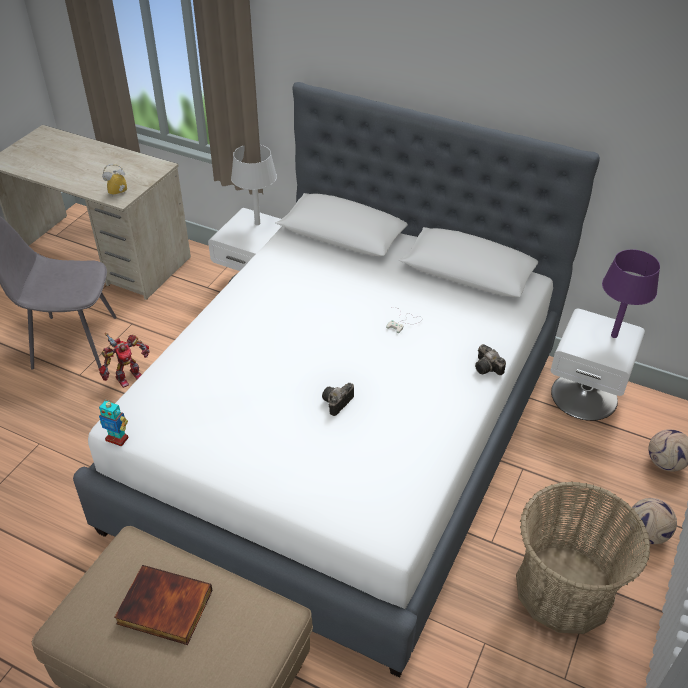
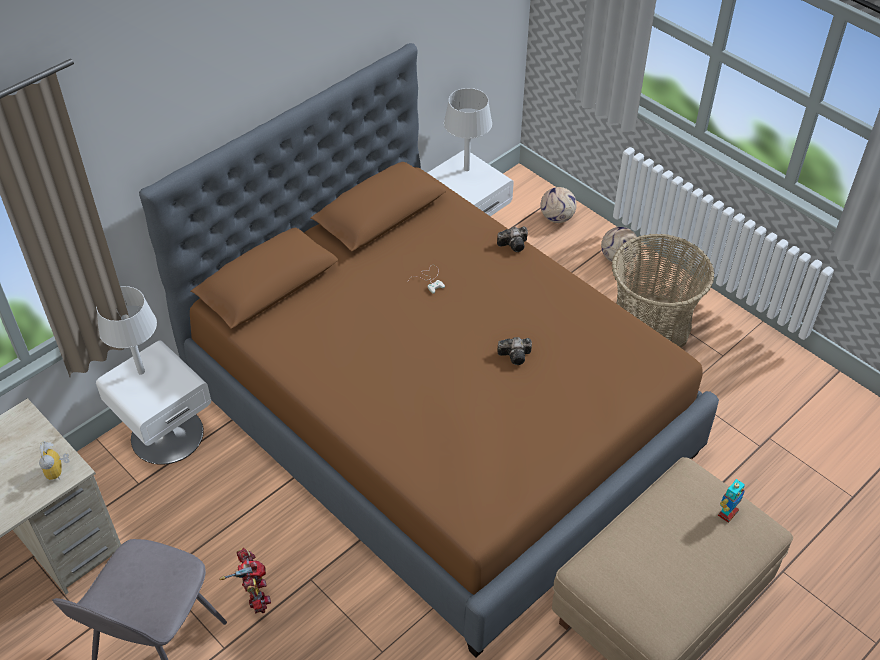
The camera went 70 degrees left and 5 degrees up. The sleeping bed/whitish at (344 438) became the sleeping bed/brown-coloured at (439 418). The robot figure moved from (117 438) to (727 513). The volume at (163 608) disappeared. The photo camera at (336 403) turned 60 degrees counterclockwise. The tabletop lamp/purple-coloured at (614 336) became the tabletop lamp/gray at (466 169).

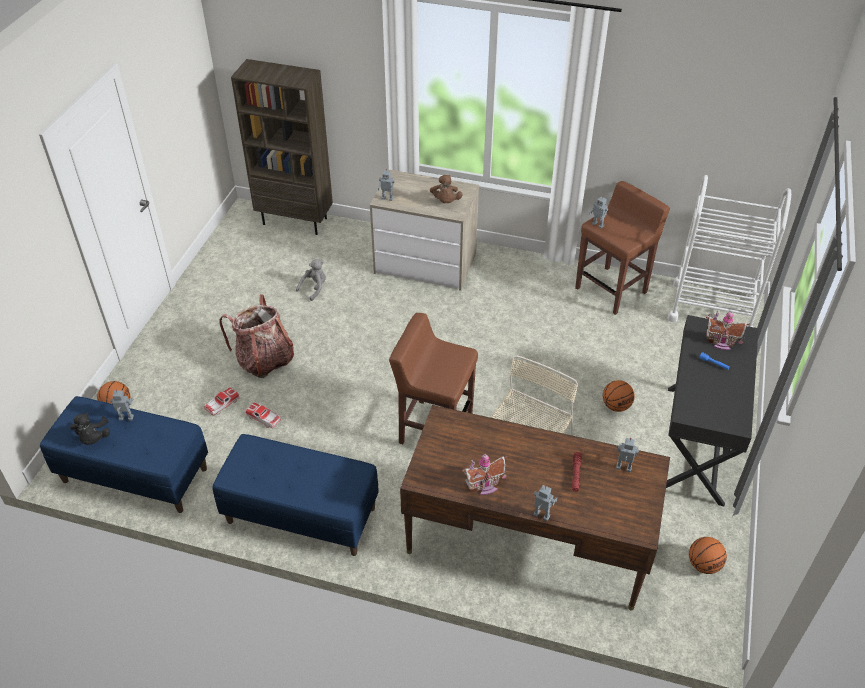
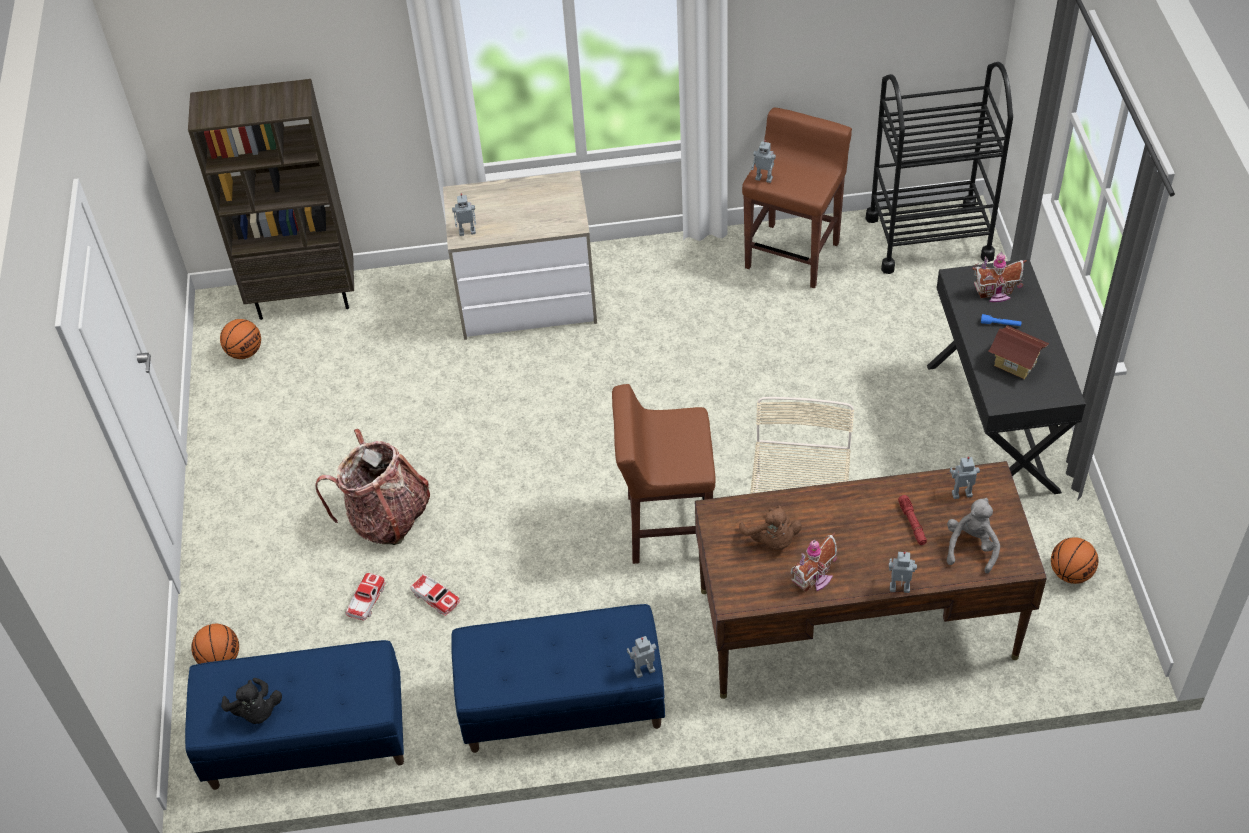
The camera went 20 degrees left and 5 degrees up. The robot figure moved from (126 418) to (645 672). The toy car at (264 418) turned 150 degrees counterclockwise. The cuddly toy/gray moved from (314 288) to (971 547). The cuddly toy/brown-coloured moved from (445 201) to (772 540). The ball for basketball moved from (616 406) to (244 352). The cart/whitish at (711 308) became the cart/blackish at (928 237). The miniature house at (1015 363) appeared.

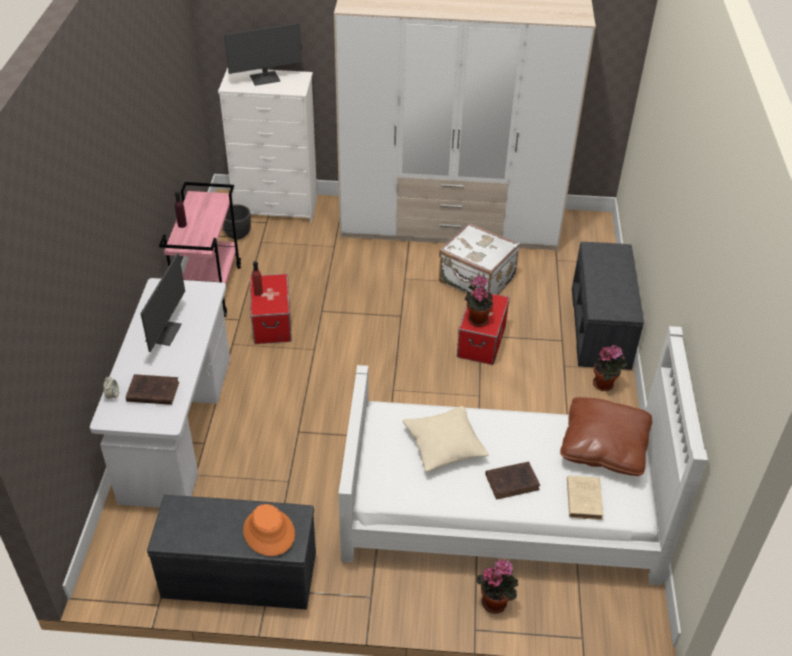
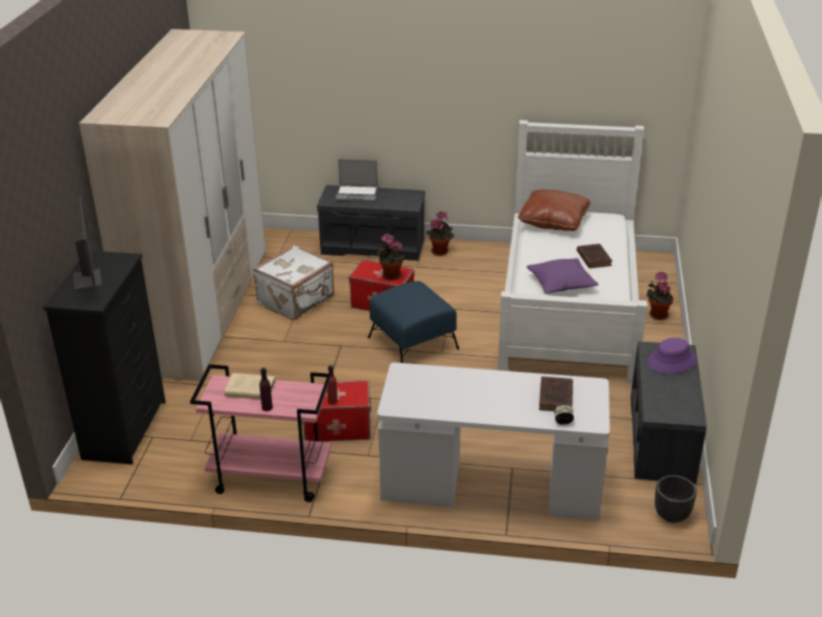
The camera went 85 degrees left and 10 degrees down. The monitor at (164 333) disappeared. The drawer chest/whitish at (276 208) became the drawer chest/blackish at (125 429). The plant pot/blackish moved from (238 234) to (672 515). The hat/orangey at (268 532) became the hat/purple-coloured at (671 361). The throw pillow/beige-coloured at (444 445) became the throw pillow/purple-coloured at (561 284). The volume/beige-coloured moved from (583 498) to (249 389). The laptop at (357 194) appeared. The ottoman/blue-coloured at (413 343) appeared.

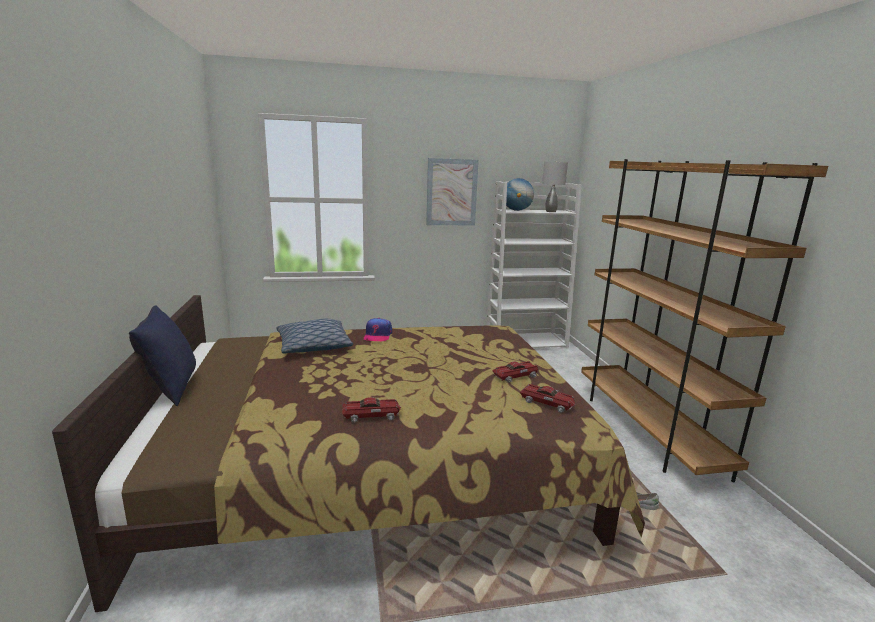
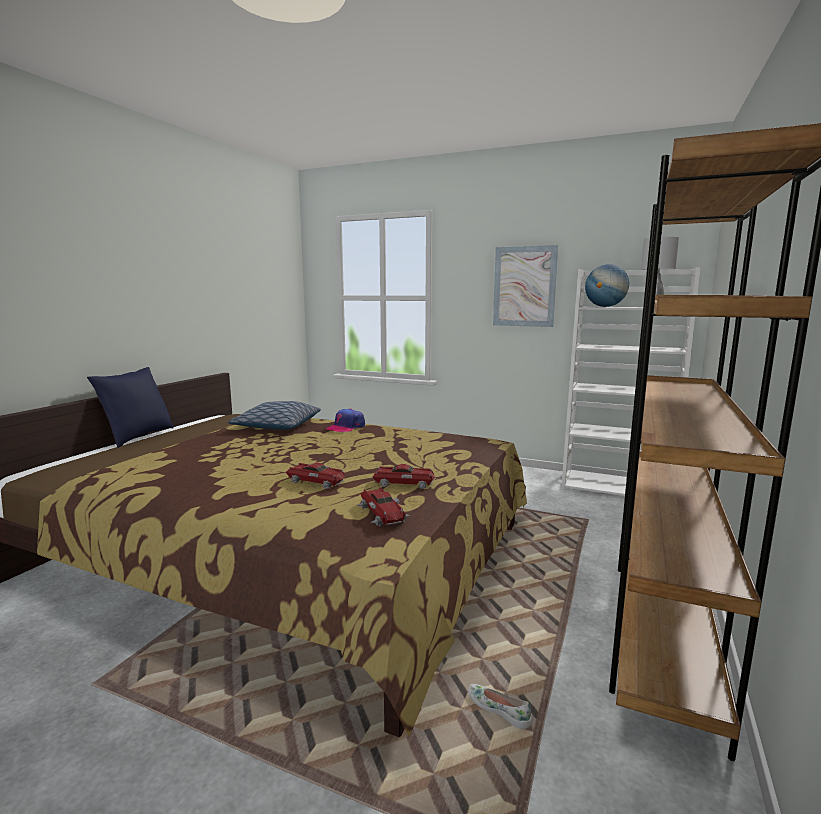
The camera went 35 degrees right and 5 degrees down. The toy car moved from (372 415) to (317 481).

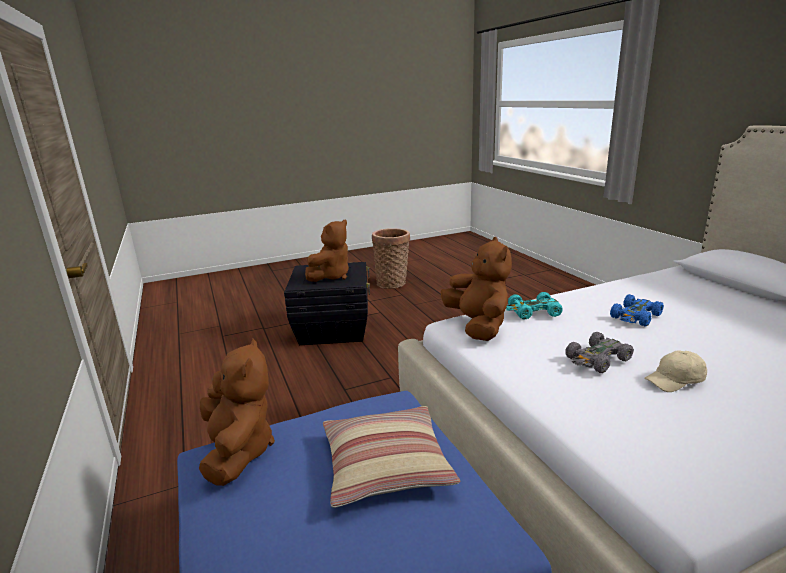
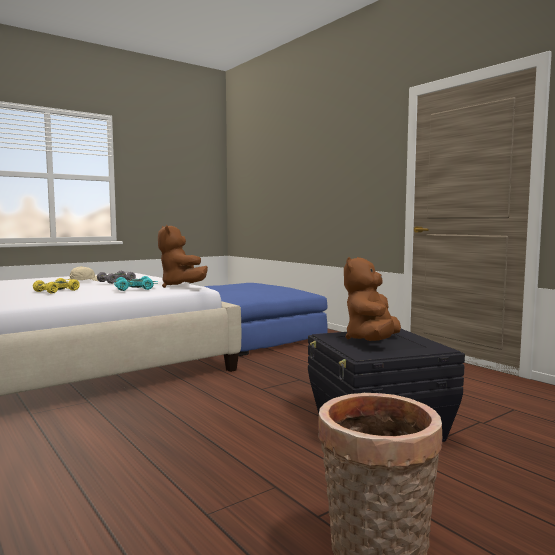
The camera went 165 degrees right and 15 degrees down. The cuddly toy/brown-coloured at (238 452) disappeared. The throw pillow at (386 465) disappeared. The toy car/blue-coloured at (635 317) became the toy car/yellow at (57 291).

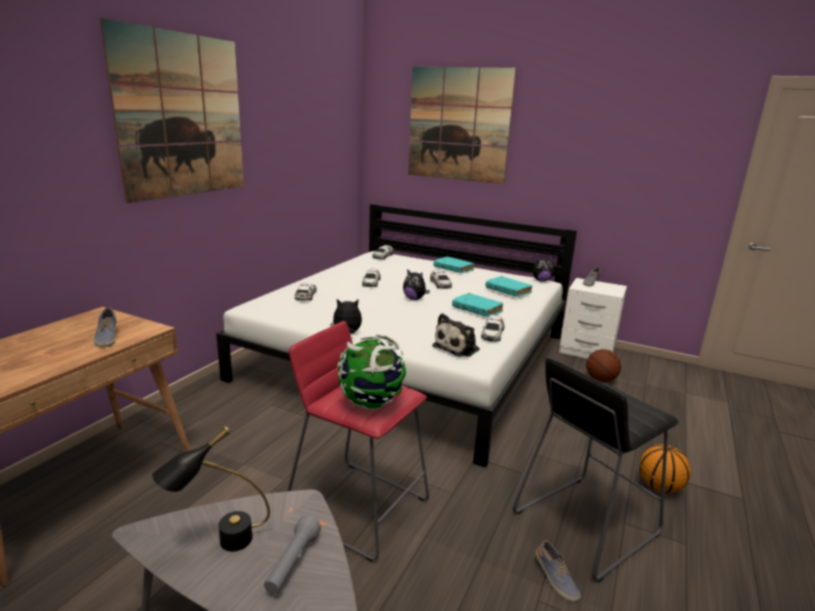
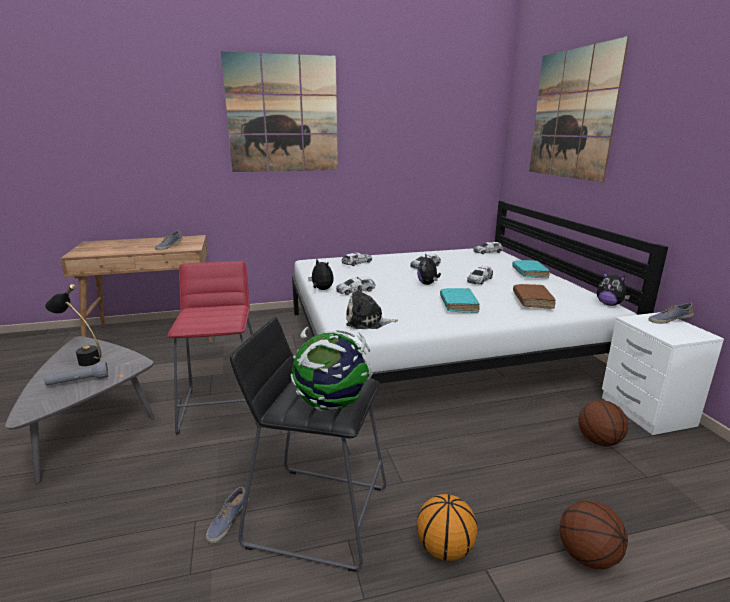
The camera went 50 degrees right and 0 degrees up. The desk globe moved from (371 403) to (332 404). The toy car moved from (492 334) to (355 290). The volume/turquoise-coloured at (508 291) became the volume/brown-coloured at (532 301). The ball for basketball at (586 556) appeared.

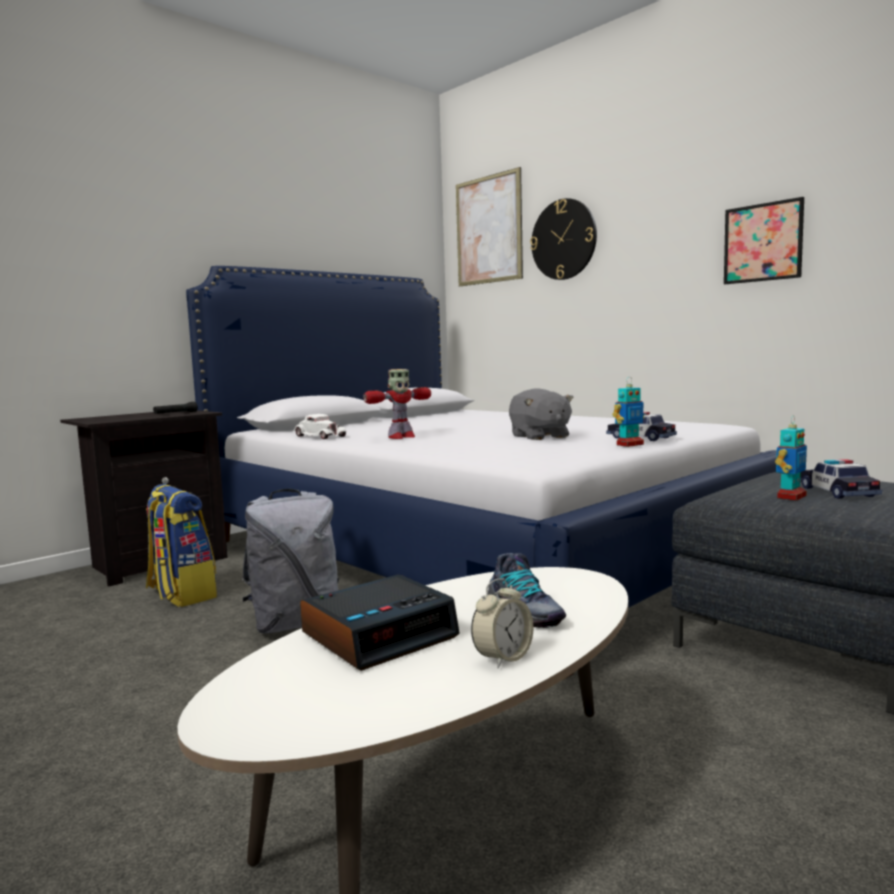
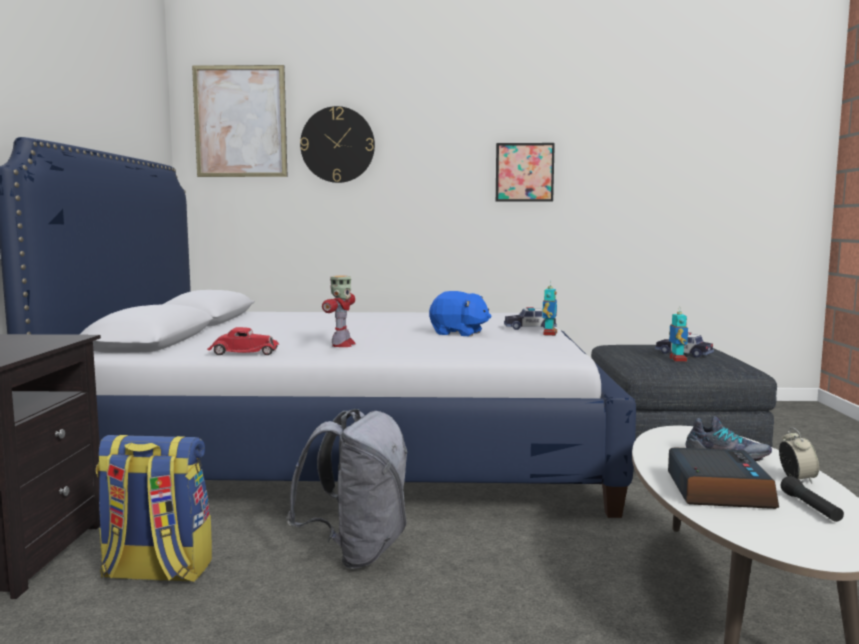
The camera went 45 degrees left and 0 degrees up. The flashlight/blackish moved from (175 413) to (811 508). The toy car/whitish at (319 436) became the toy car/reddish at (243 352). The cuddly toy/gray at (539 437) became the cuddly toy/blue-coloured at (458 333).

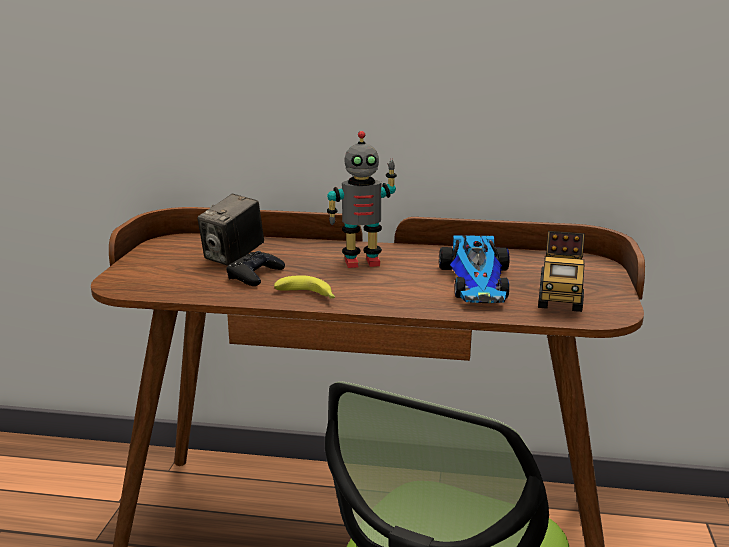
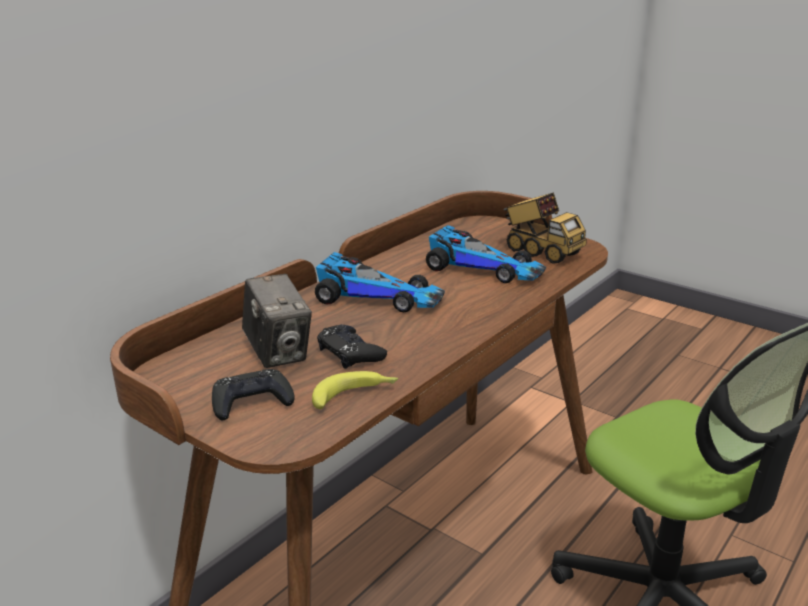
The camera went 60 degrees left and 5 degrees up. The banana moved from (308 296) to (355 396). The robot figure at (361 262) was replaced by the toy car at (377 296). The game controller/blackish at (252 402) appeared.

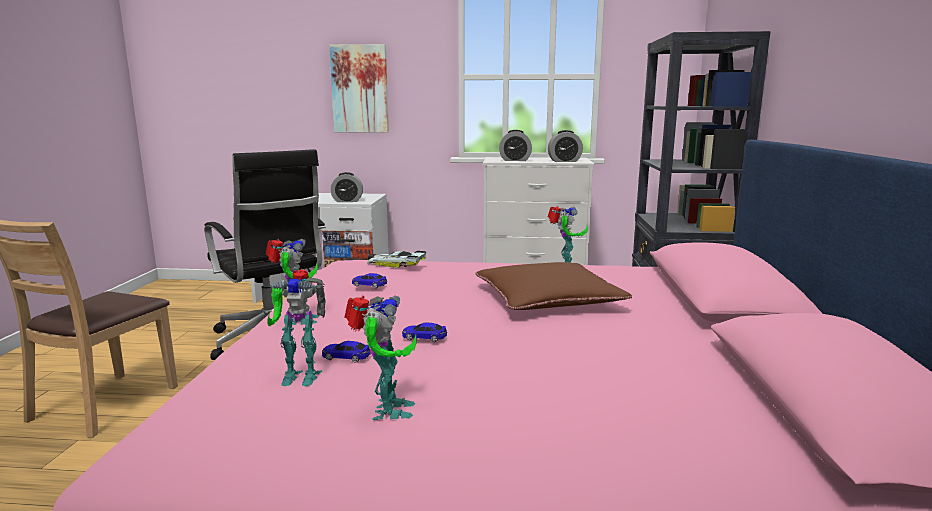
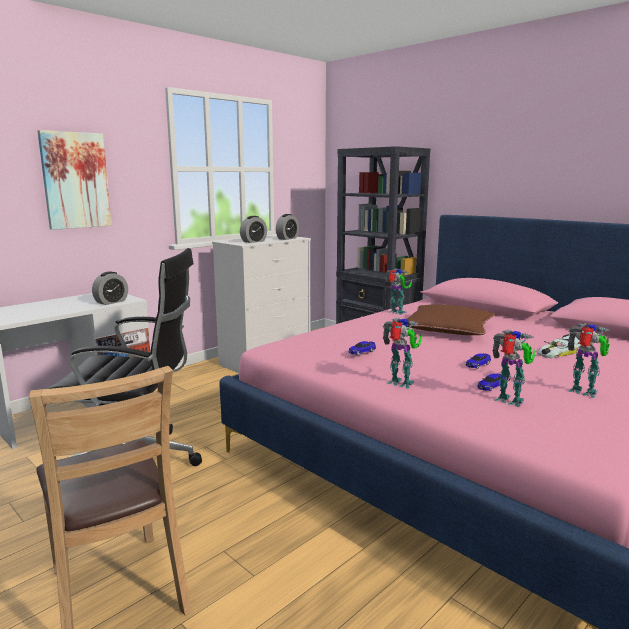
The camera went 50 degrees left and 0 degrees up. The robot figure at (299 375) turned 90 degrees counterclockwise. The toy car moved from (396 263) to (559 351).

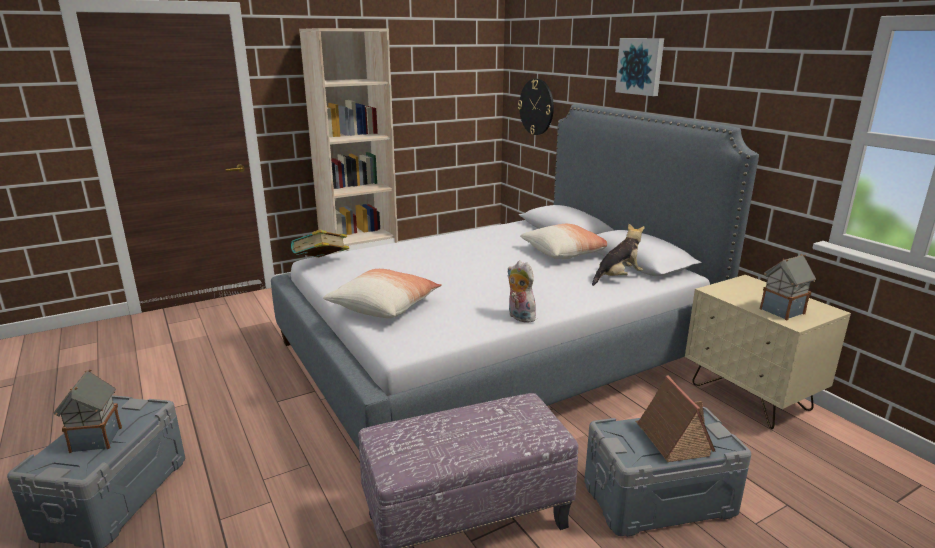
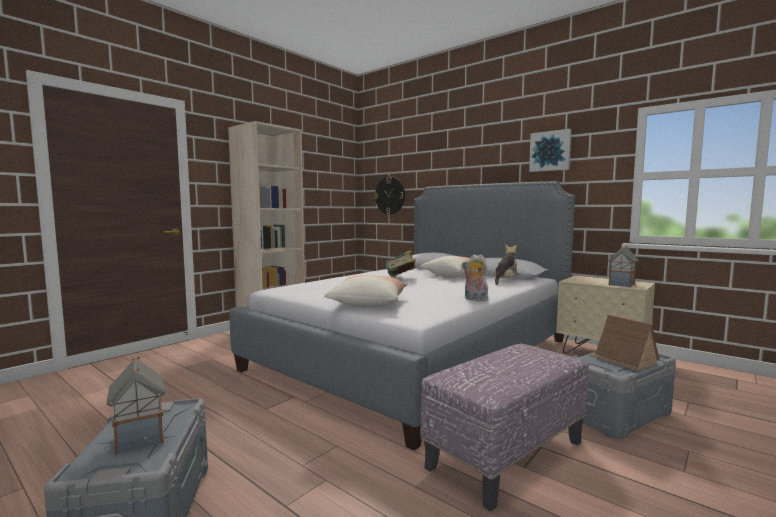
The camera went 20 degrees left and 15 degrees down. The volume moved from (321 263) to (401 278). The picture moved from (640 66) to (550 151).

